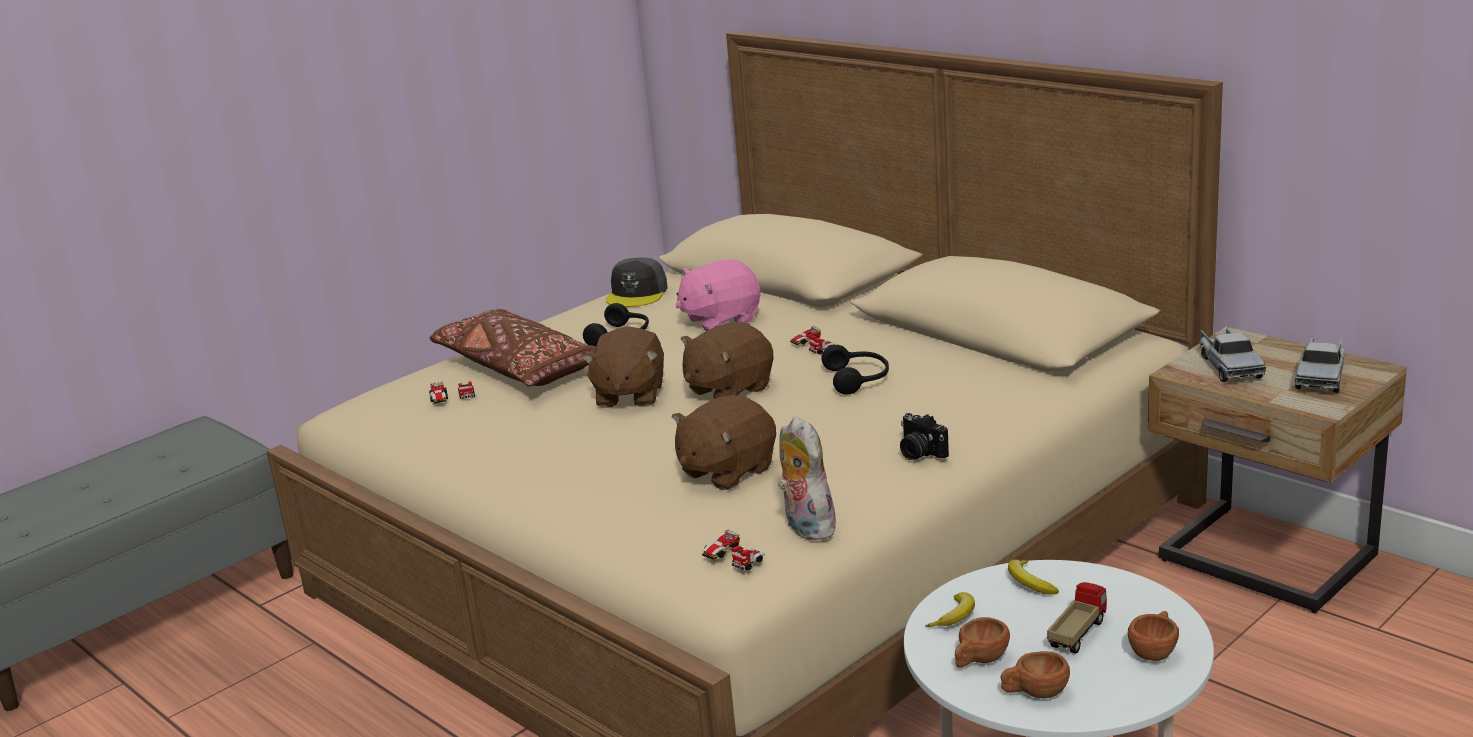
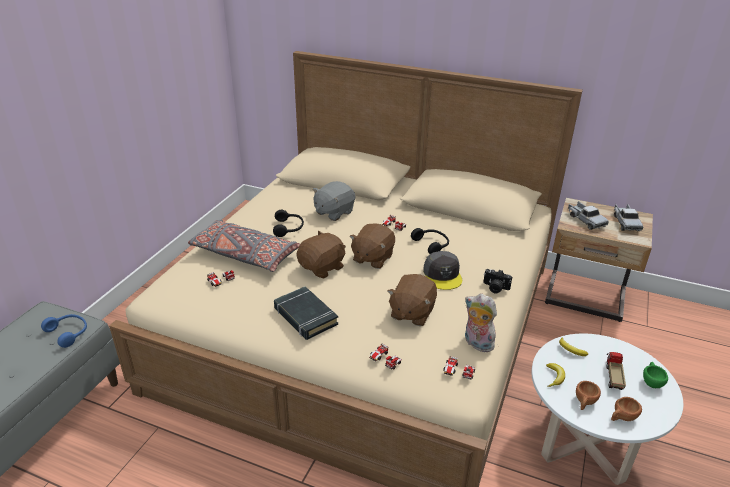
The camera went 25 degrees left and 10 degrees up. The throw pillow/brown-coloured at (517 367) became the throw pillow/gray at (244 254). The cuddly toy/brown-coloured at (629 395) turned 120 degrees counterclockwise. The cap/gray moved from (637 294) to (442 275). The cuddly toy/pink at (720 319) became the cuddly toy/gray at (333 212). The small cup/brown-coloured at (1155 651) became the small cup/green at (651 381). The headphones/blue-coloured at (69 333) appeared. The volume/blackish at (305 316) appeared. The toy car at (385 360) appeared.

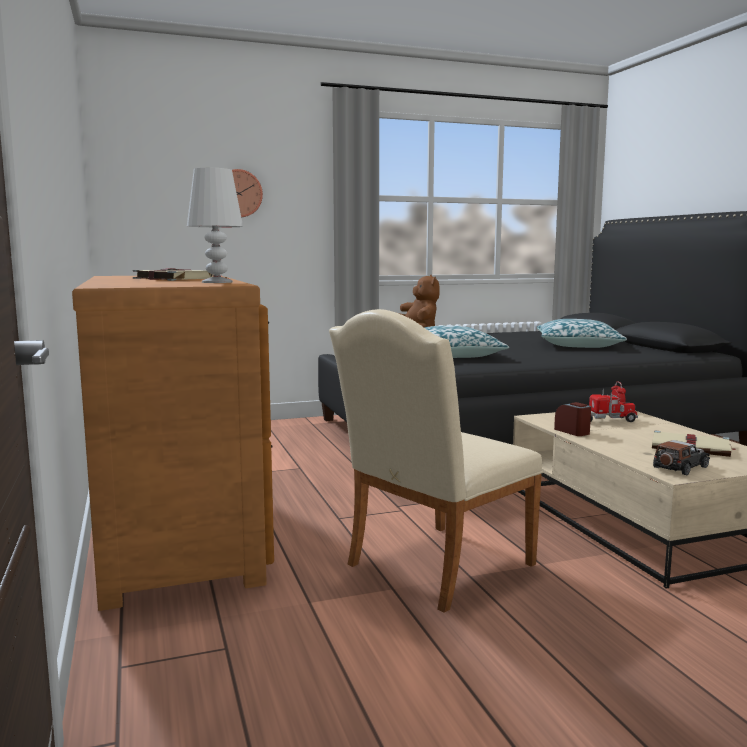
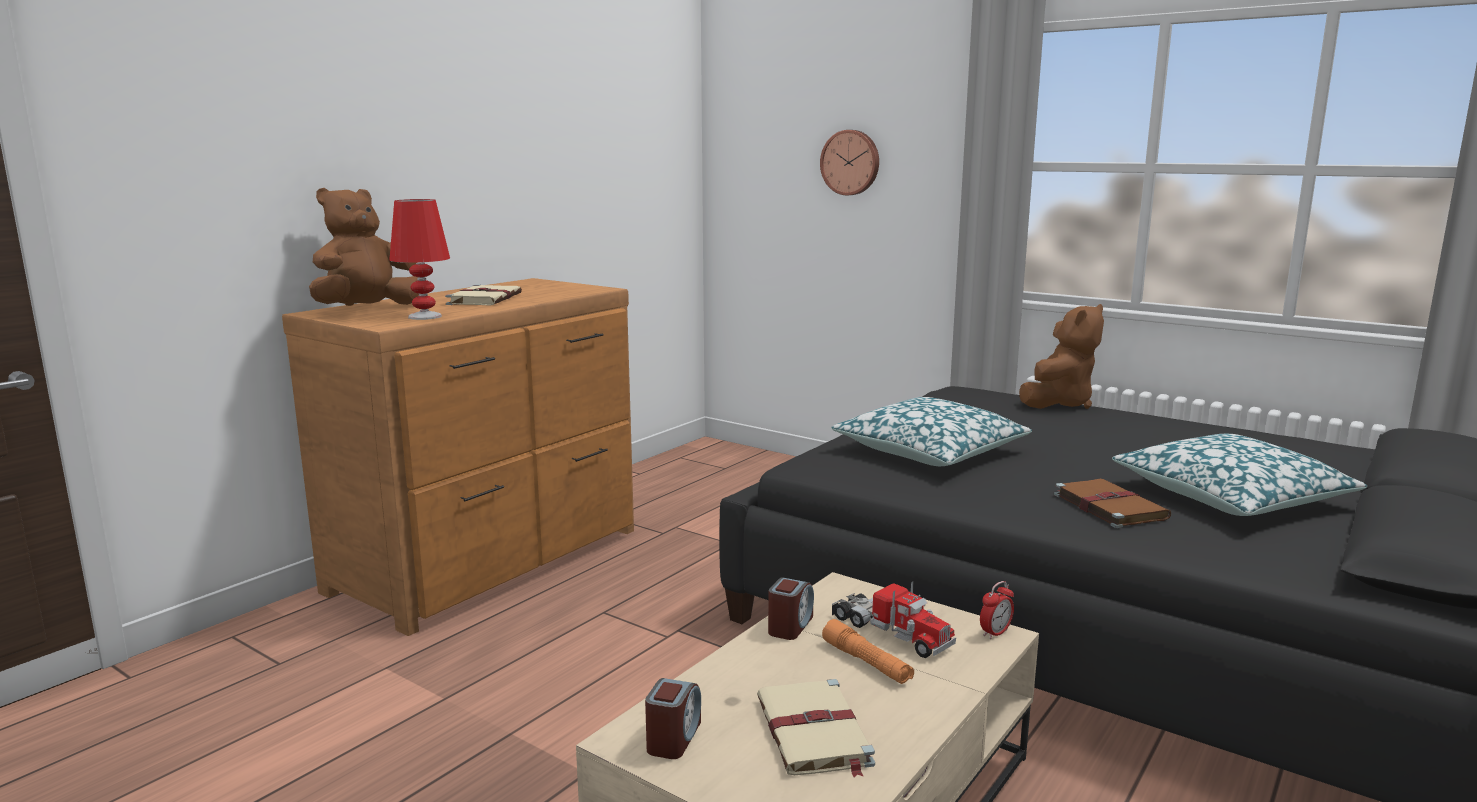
The camera went 55 degrees right and 5 degrees up. The tabletop lamp/whitish at (217 282) became the tabletop lamp/reddish at (425 316). The upright chair/beige-coloured at (432 568) disappeared. The toy car at (680 467) was replaced by the bedside clock at (673 738). The cuddly toy/brown-coloured at (368 309) appeared. The flashlight/orangey at (866 663) appeared. The volume/brown-coloured at (1108 506) appeared.

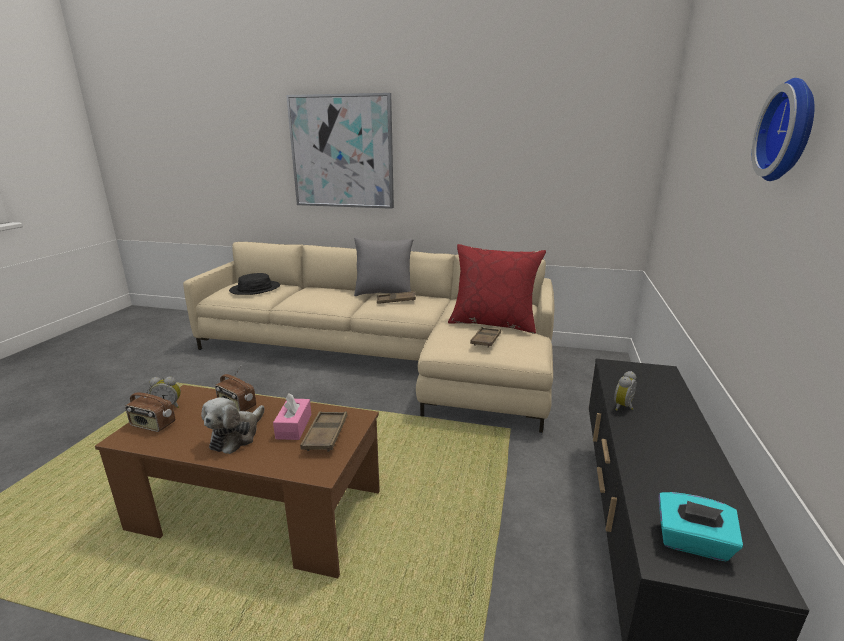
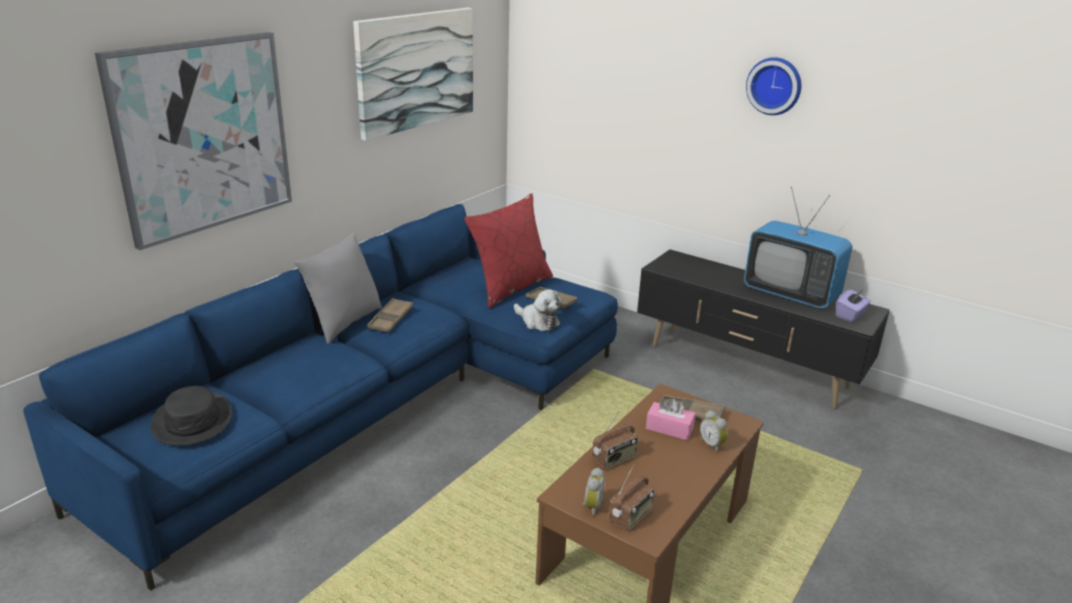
The camera went 70 degrees left and 5 degrees up. The couch/beige-coloured at (385 357) became the couch/blue-coloured at (381 401). The cuddly toy moved from (236 436) to (538 321). The bedside clock moved from (624 407) to (712 445). The box of tissues/turquoise-coloured at (692 543) became the box of tissues/purple-coloured at (850 315). The picture at (416 70) appeared. The television at (791 294) appeared.

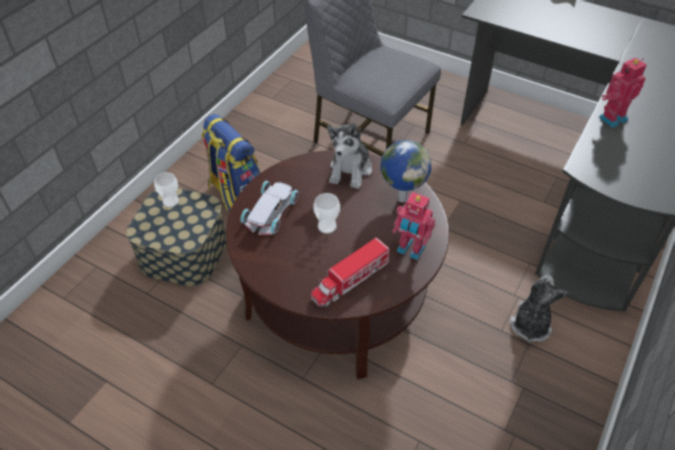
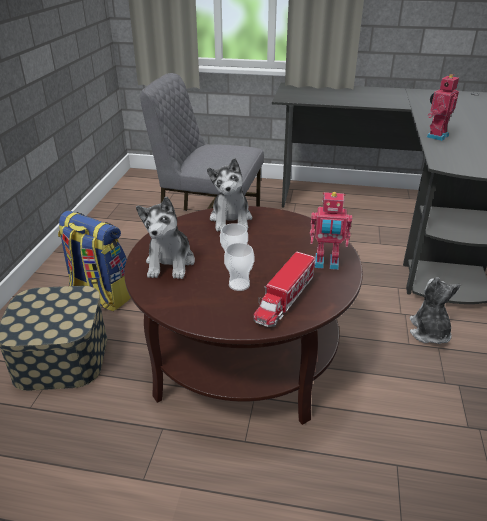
The camera went 20 degrees left and 15 degrees down. The small cup moved from (170 201) to (239 284). The toy car/whitish at (272 211) was replaced by the cuddly toy at (170 263). The desk globe at (401 198) disappeared.

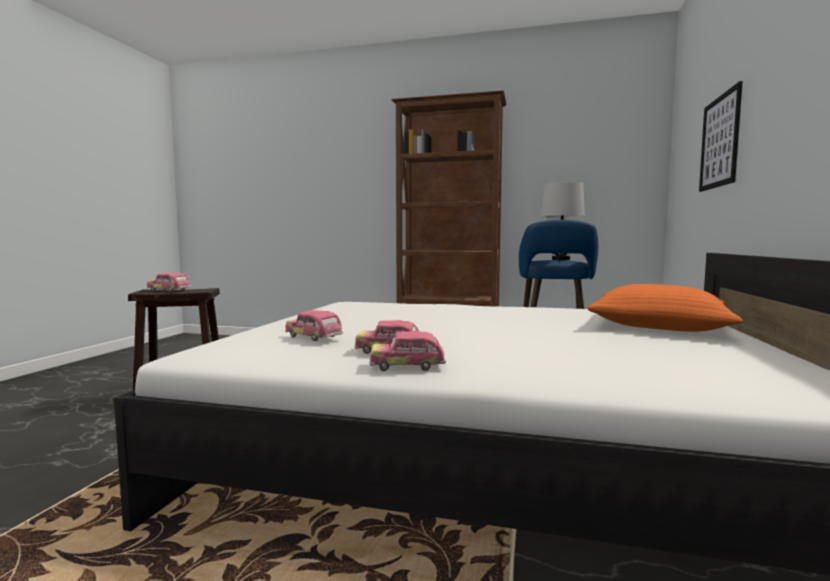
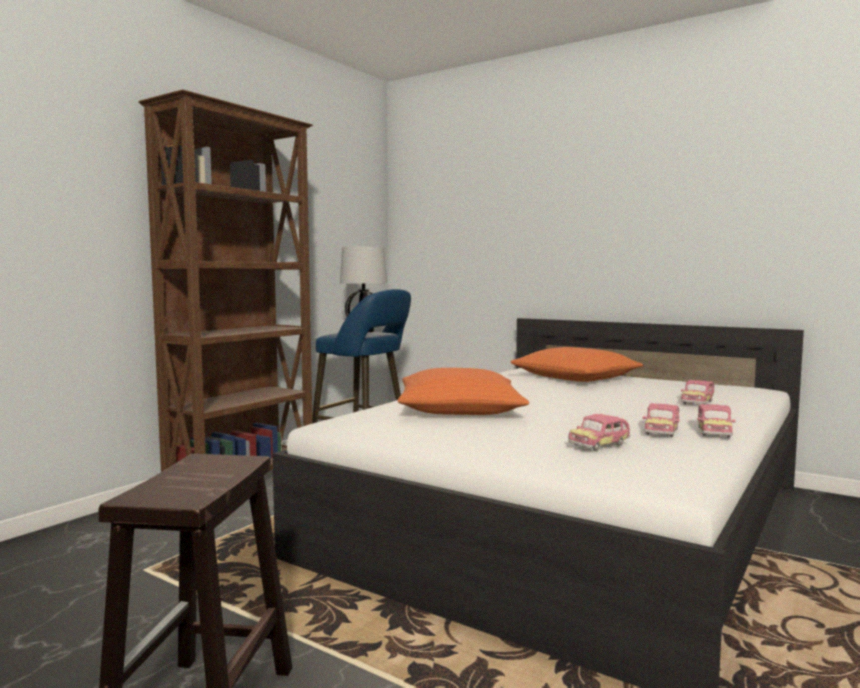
The camera went 70 degrees left and 0 degrees up. The toy car moved from (169 290) to (697 402). The picture at (719 142) disappeared. The throw pillow/orangey at (459 409) appeared.

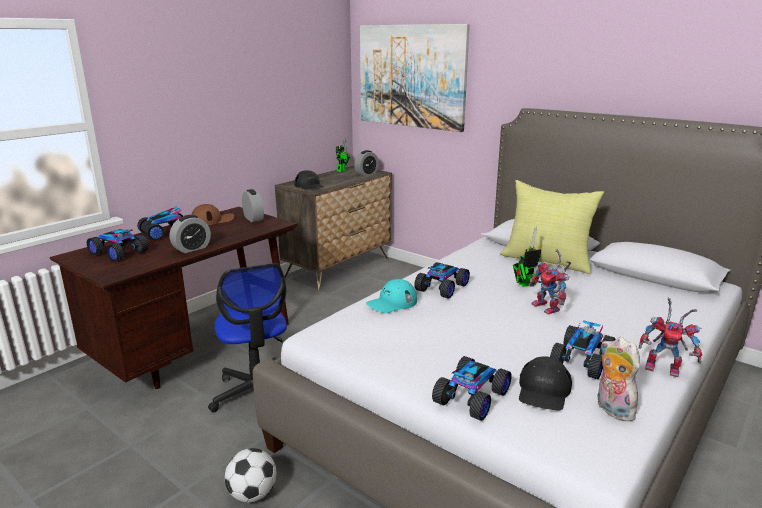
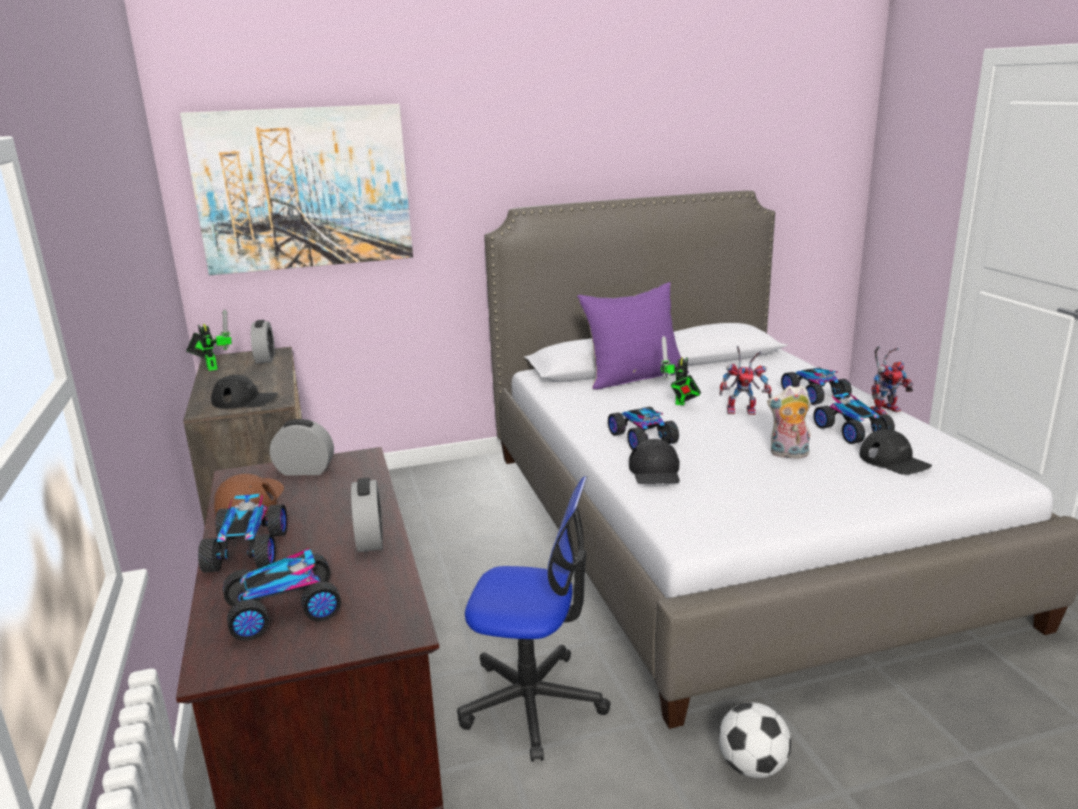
The camera went 55 degrees left and 0 degrees up. The cap/turquoise-coloured at (392 303) became the cap/blackish at (655 472). The toy car moved from (473 397) to (815 395). The throw pillow/yellow at (547 260) became the throw pillow/purple-coloured at (634 377). The cuddly toy moved from (611 409) to (788 454).

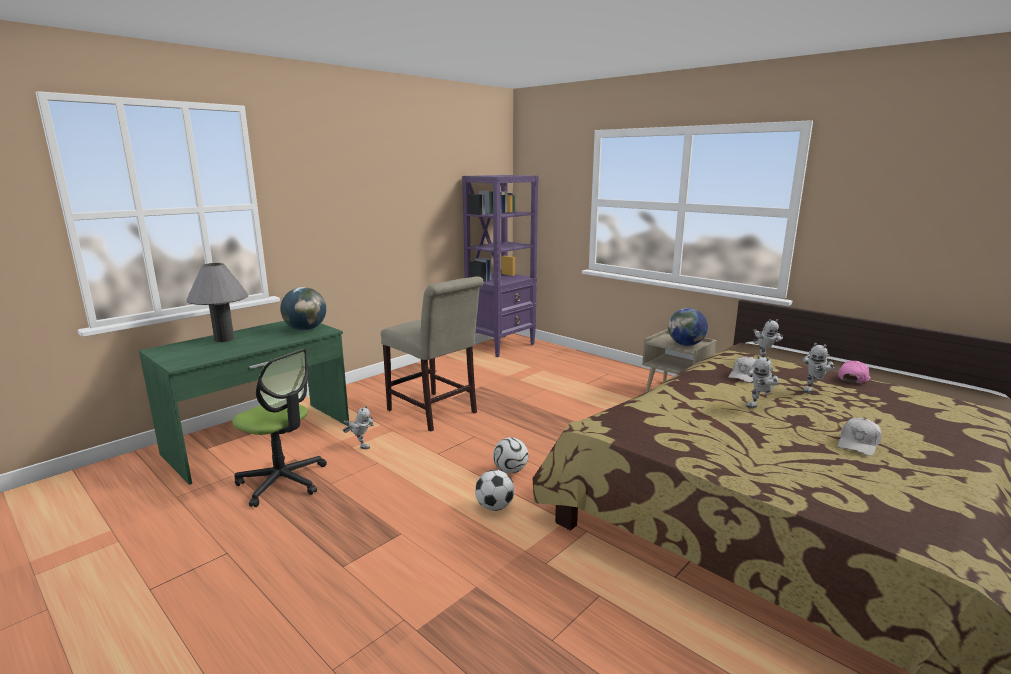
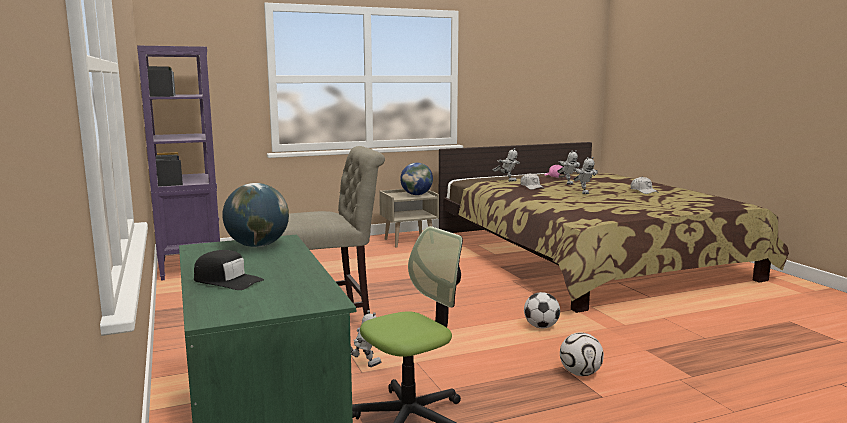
The camera went 65 degrees left and 5 degrees down. The tabletop lamp/gray at (224 339) was replaced by the cap/blackish at (227 281). The ball for football moved from (510 470) to (580 373).

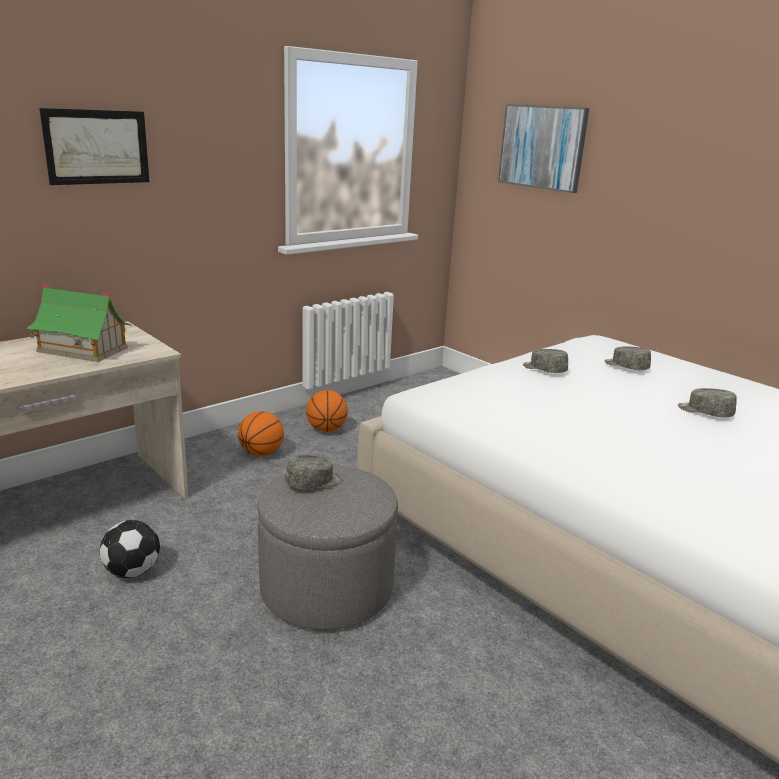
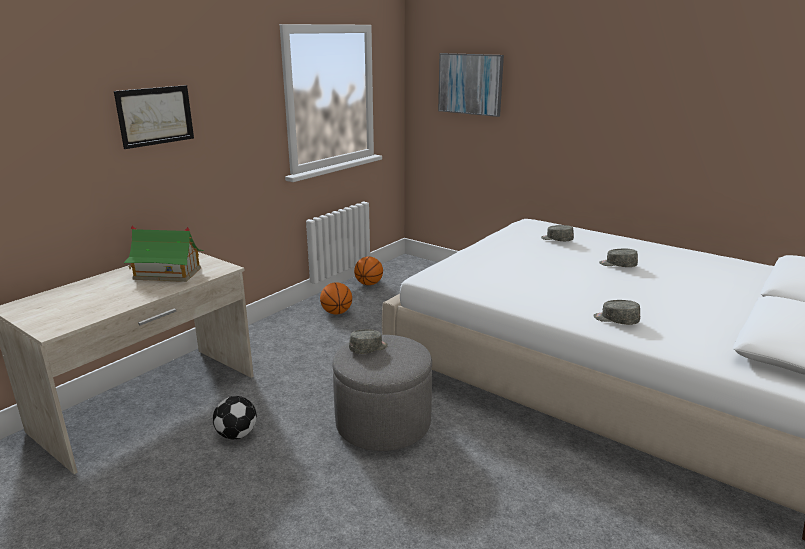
The camera went 10 degrees left and 0 degrees up. The ball for basketball moved from (261 453) to (369 284). The cap/gray moved from (544 369) to (615 320).

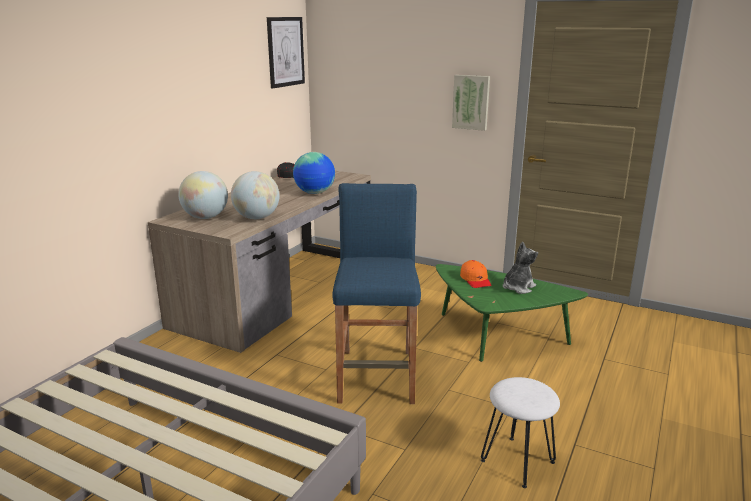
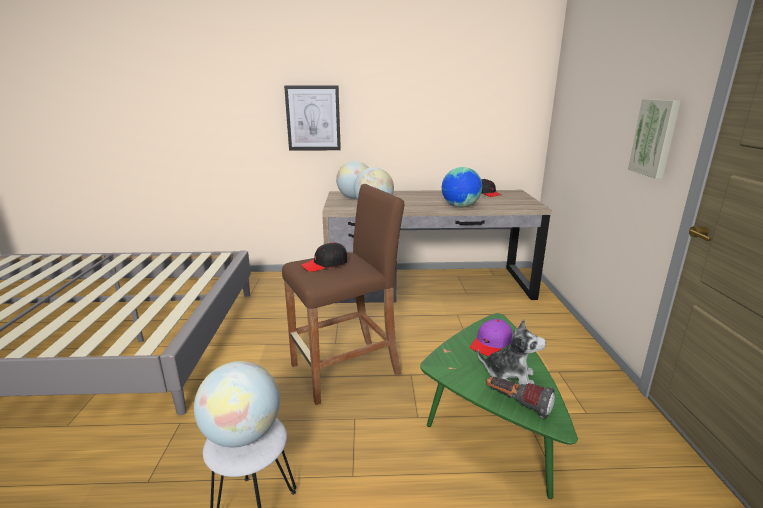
The camera went 60 degrees right and 0 degrees up. The picture moved from (285 52) to (313 118). The stool/blue-coloured at (377 376) became the stool/brown-coloured at (345 370). The cap/orangey at (475 280) became the cap/purple-coloured at (491 343). The desk globe at (242 434) appeared. The cap/blackish at (325 264) appeared. The flashlight at (517 404) appeared.

